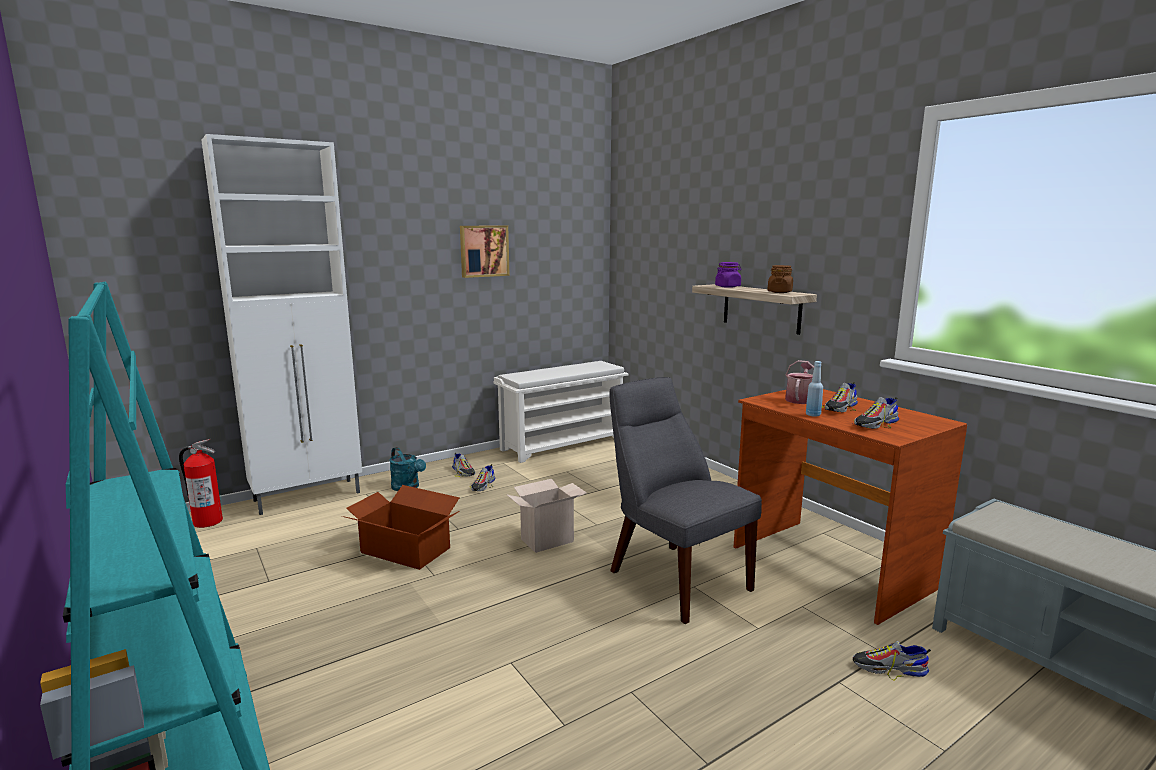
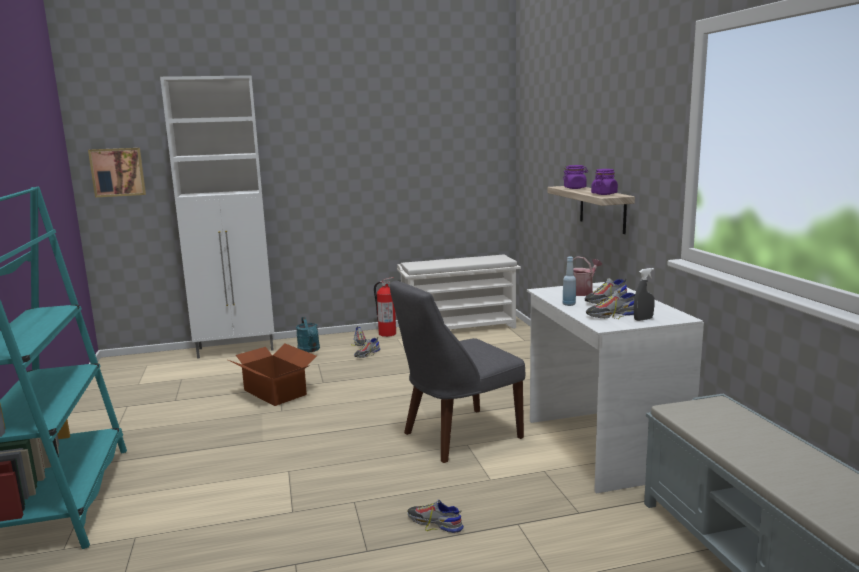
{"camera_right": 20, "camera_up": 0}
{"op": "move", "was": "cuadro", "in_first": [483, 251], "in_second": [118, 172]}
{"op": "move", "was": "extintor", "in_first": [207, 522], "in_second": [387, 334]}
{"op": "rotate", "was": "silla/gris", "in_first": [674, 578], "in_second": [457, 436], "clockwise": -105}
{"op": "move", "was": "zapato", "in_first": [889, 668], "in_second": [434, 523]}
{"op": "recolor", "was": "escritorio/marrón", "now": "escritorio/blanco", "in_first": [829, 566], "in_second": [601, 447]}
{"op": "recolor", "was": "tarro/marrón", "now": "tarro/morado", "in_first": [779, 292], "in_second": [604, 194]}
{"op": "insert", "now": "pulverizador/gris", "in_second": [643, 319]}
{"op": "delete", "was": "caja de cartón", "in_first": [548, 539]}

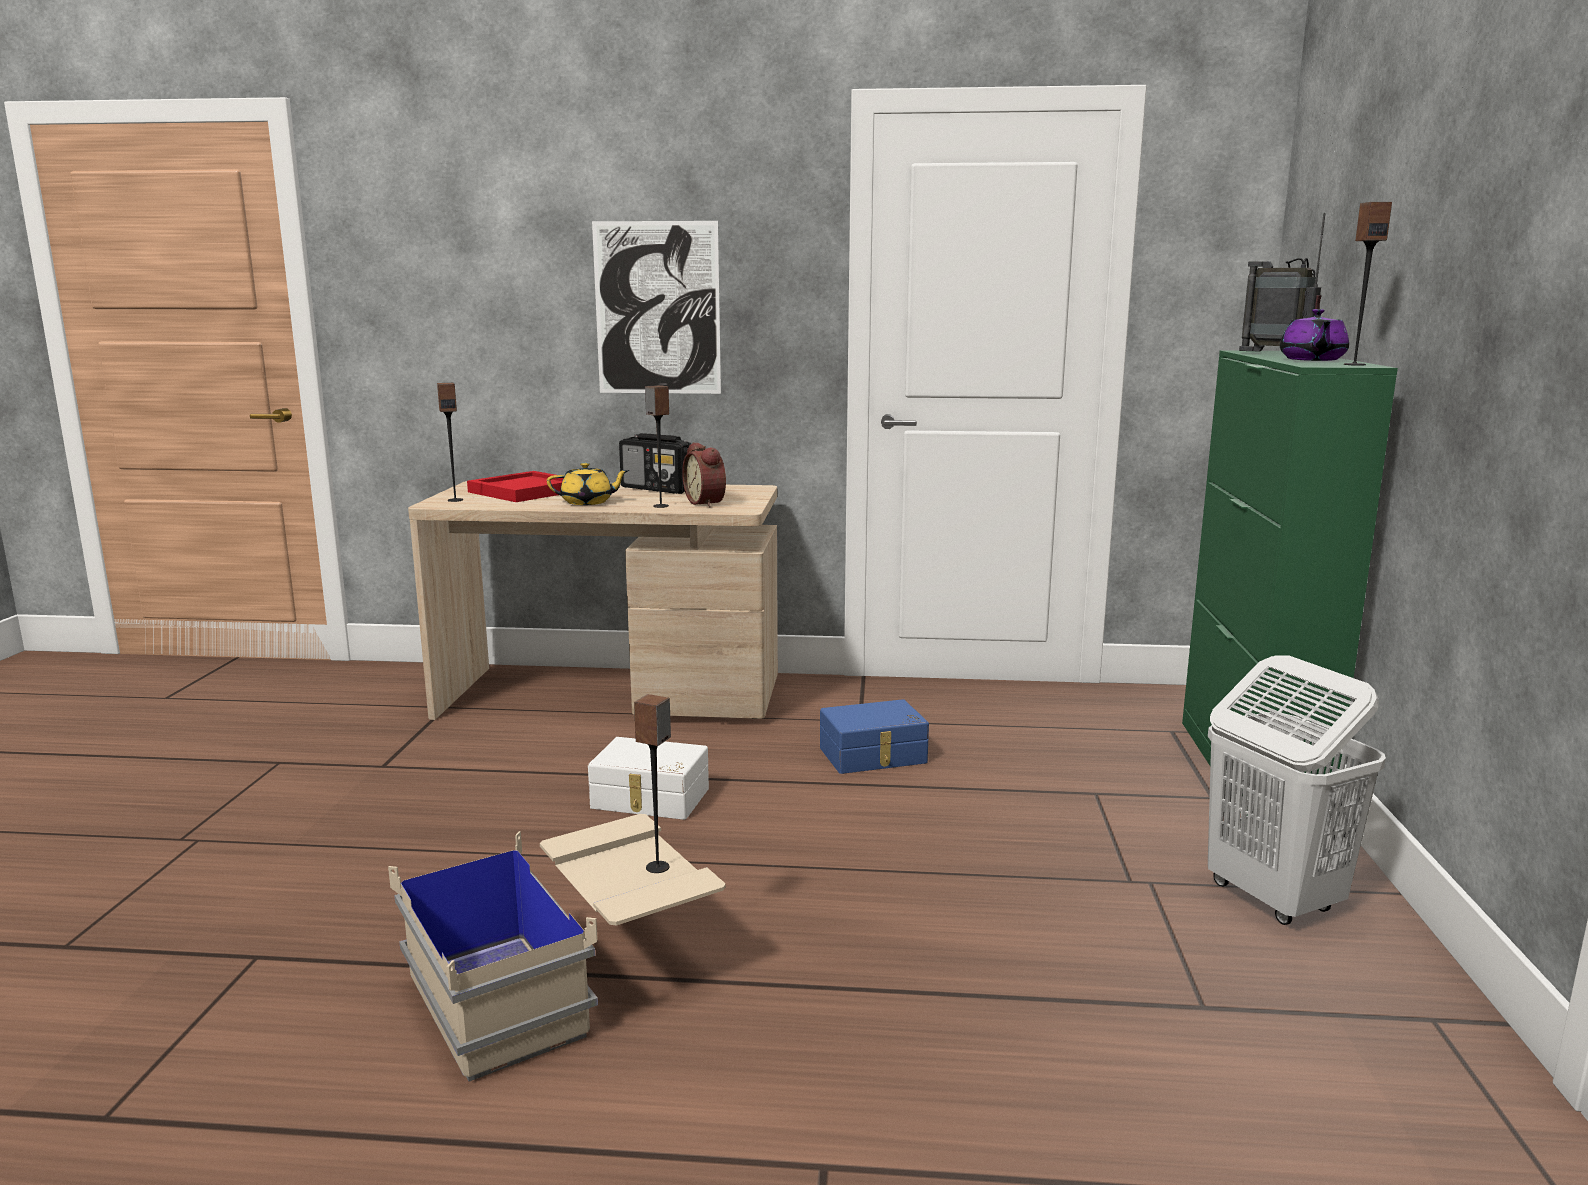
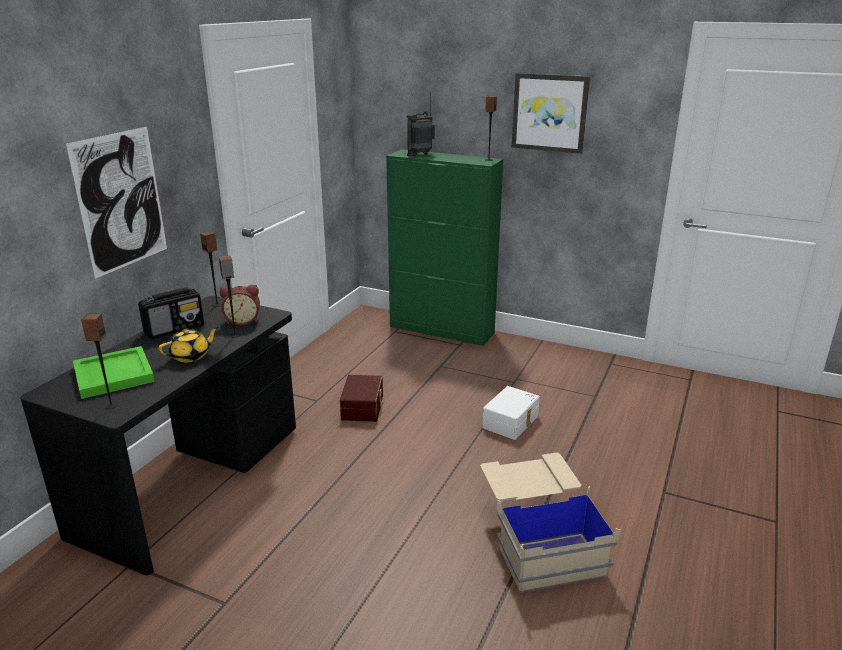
{"camera_right": -70, "camera_up": 10}
{"op": "recolor", "was": "escritorio/beis", "now": "escritorio/negro", "in_first": [611, 696], "in_second": [193, 480]}
{"op": "recolor", "was": "bandeja/rojo", "now": "bandeja/verde", "in_first": [527, 491], "in_second": [115, 374]}
{"op": "rotate", "was": "tetera/amarillo", "in_first": [588, 502], "in_second": [191, 356], "clockwise": 45}
{"op": "move", "was": "altavoz", "in_first": [658, 867], "in_second": [217, 304]}
{"op": "recolor", "was": "caja de almacenaje/azul", "now": "caja de almacenaje/marrón", "in_first": [874, 756], "in_second": [364, 407]}
{"op": "move", "was": "caja de almacenaje/blanco", "in_first": [649, 799], "in_second": [511, 422]}
{"op": "insert", "now": "cuadro", "in_second": [549, 112]}
{"op": "delete", "was": "cesto de la ropa/blanco", "in_first": [1271, 898]}
{"op": "delete", "was": "tetera/morado", "in_first": [1312, 360]}

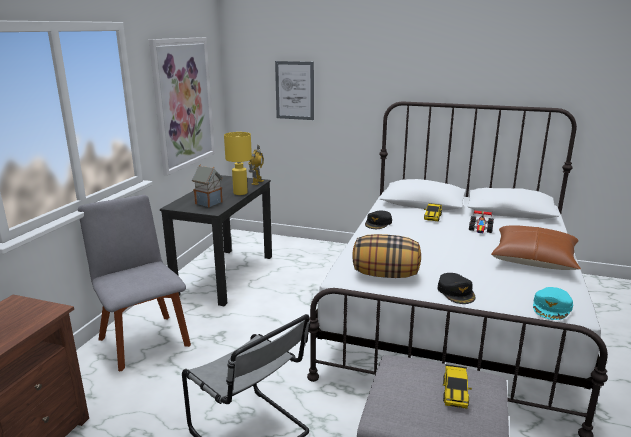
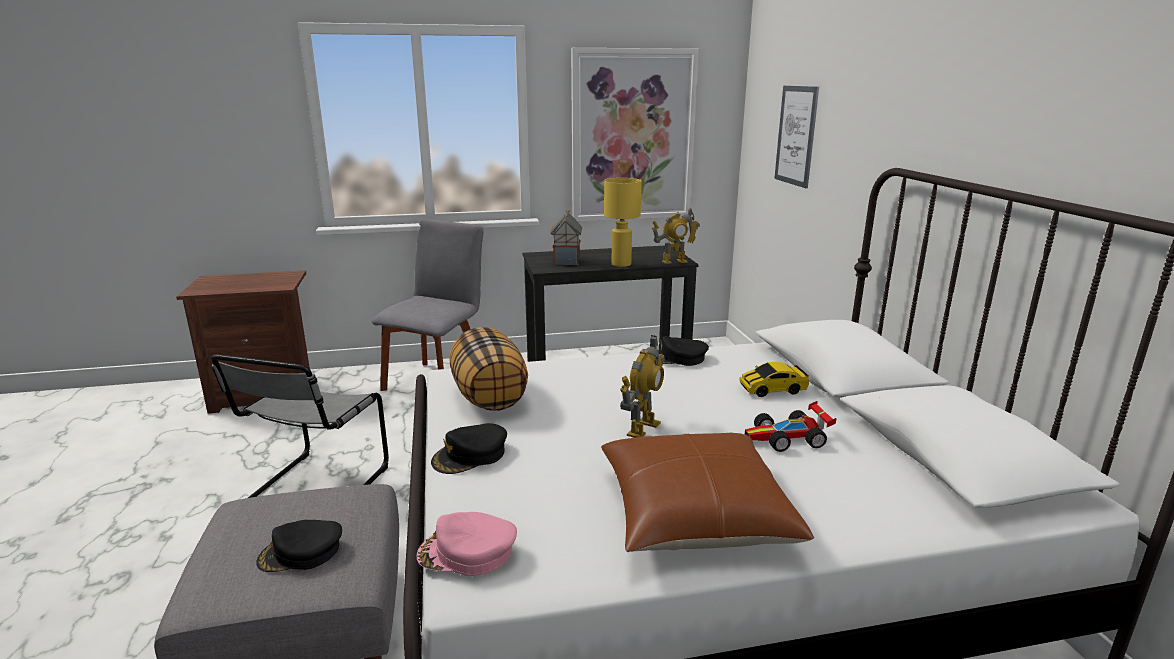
{"camera_right": 60, "camera_up": 0}
{"op": "replace", "was": "coche de juguete", "now": "gorra/negro", "in_first": [455, 393], "in_second": [301, 553]}
{"op": "recolor", "was": "gorra/turquesa", "now": "gorra/rosa", "in_first": [552, 308], "in_second": [467, 552]}
{"op": "insert", "now": "robot de juguete", "in_second": [642, 428]}

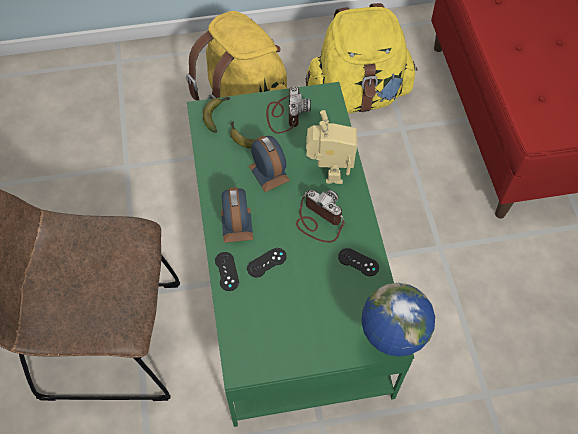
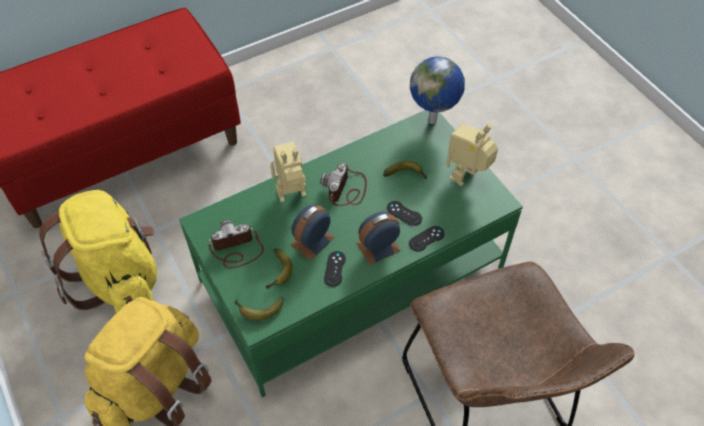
{"camera_right": -110, "camera_up": -5}
{"op": "move", "was": "mando de consola/negro", "in_first": [358, 262], "in_second": [335, 269]}
{"op": "insert", "now": "plátano", "in_second": [406, 174]}
{"op": "insert", "now": "robot de juguete", "in_second": [467, 177]}

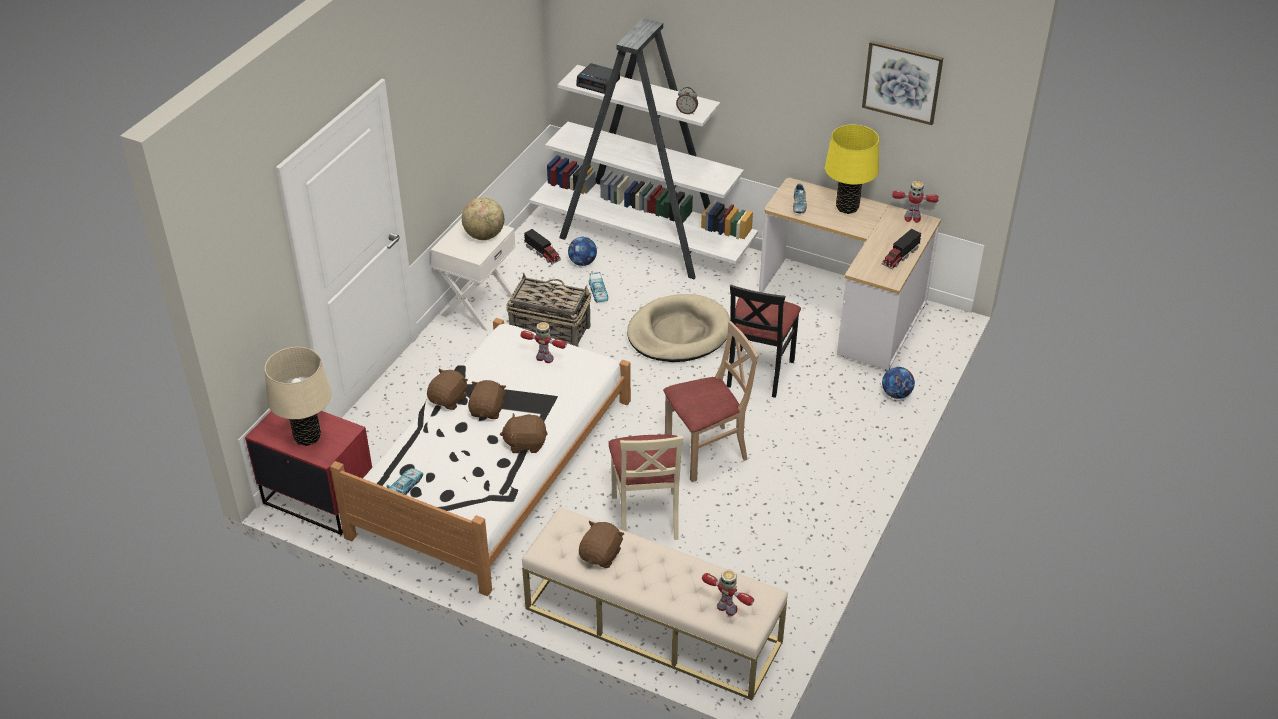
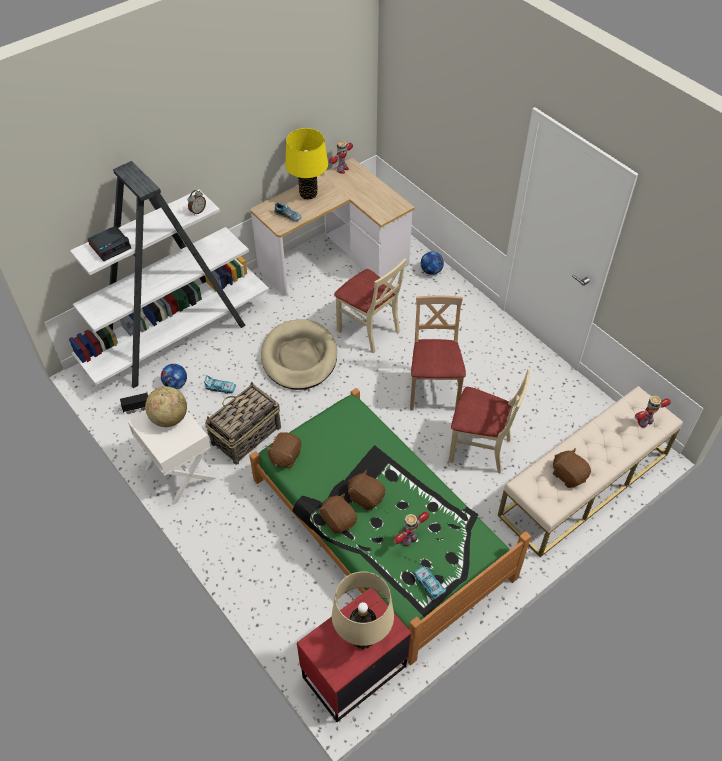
{"camera_right": -65, "camera_up": 10}
{"op": "recolor", "was": "cama/blanco", "now": "cama/verde", "in_first": [494, 466], "in_second": [380, 527]}
{"op": "move", "was": "peluche/marrón", "in_first": [525, 443], "in_second": [285, 457]}
{"op": "recolor", "was": "silla/negro", "now": "silla/beis", "in_first": [758, 372], "in_second": [369, 330]}
{"op": "move", "was": "robot de juguete", "in_first": [545, 359], "in_second": [409, 539]}
{"op": "delete", "was": "cuadro", "in_first": [902, 82]}
{"op": "delete", "was": "camión de juguete", "in_first": [900, 256]}

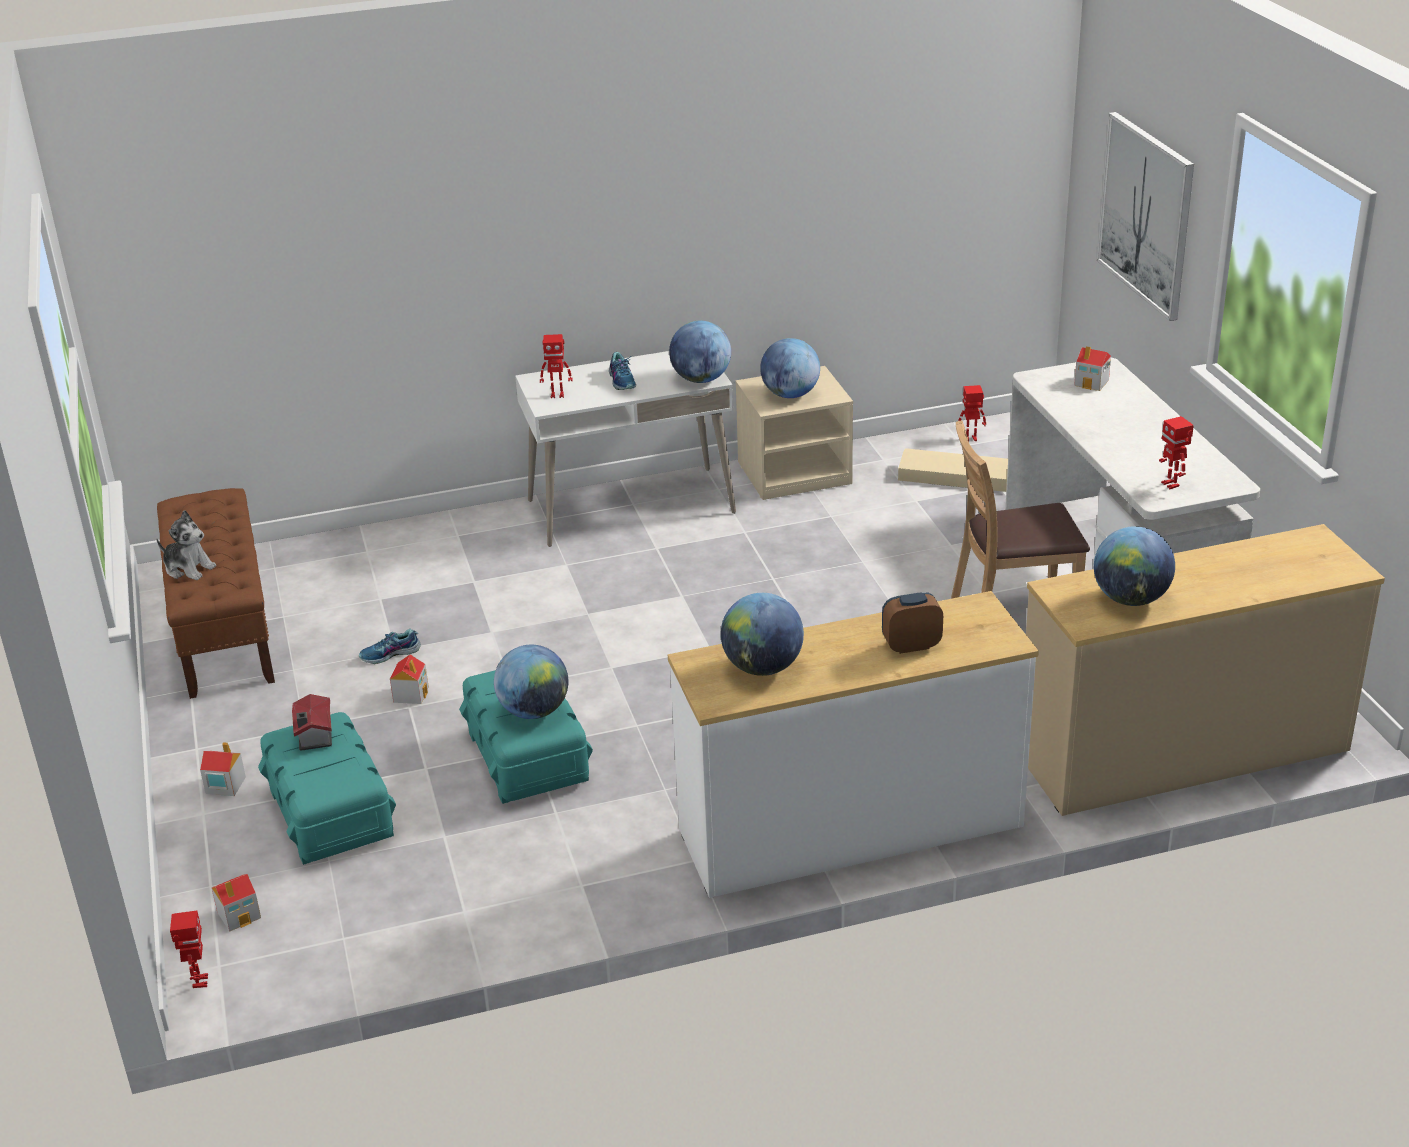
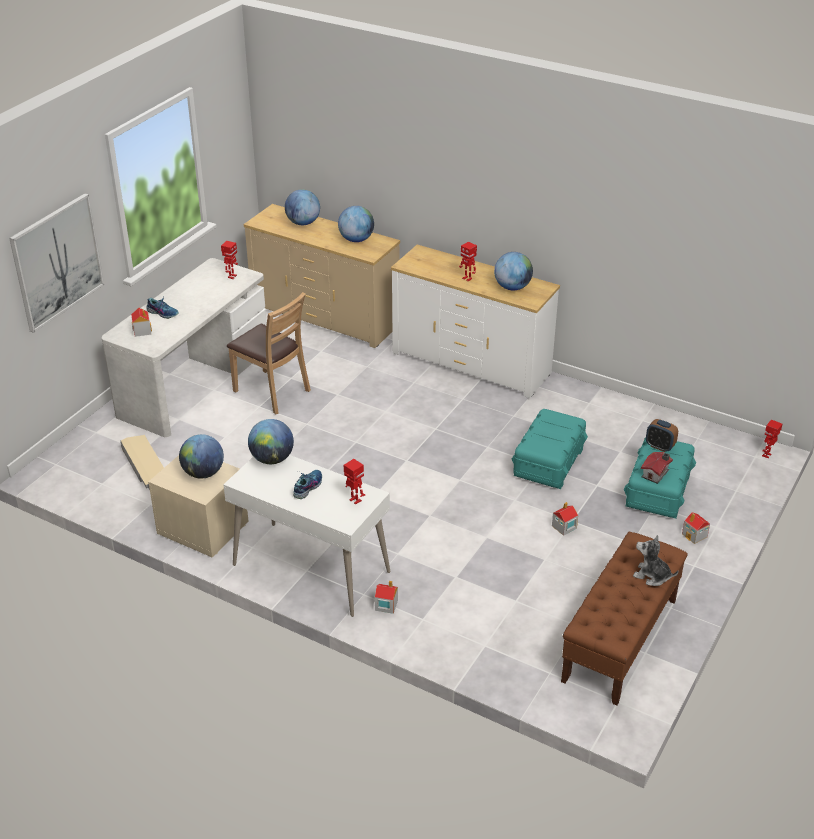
{"camera_right": -135, "camera_up": 5}
{"op": "move", "was": "zapato", "in_first": [390, 654], "in_second": [163, 313]}
{"op": "move", "was": "globo terráqueo", "in_first": [534, 711], "in_second": [303, 223]}
{"op": "move", "was": "casita", "in_first": [239, 915], "in_second": [386, 605]}
{"op": "move", "was": "robot de juguete", "in_first": [971, 439], "in_second": [467, 278]}
{"op": "rotate", "was": "peluche", "in_first": [188, 568], "in_second": [652, 576], "clockwise": -45}
{"op": "move", "was": "despertador", "in_first": [911, 645], "in_second": [660, 446]}

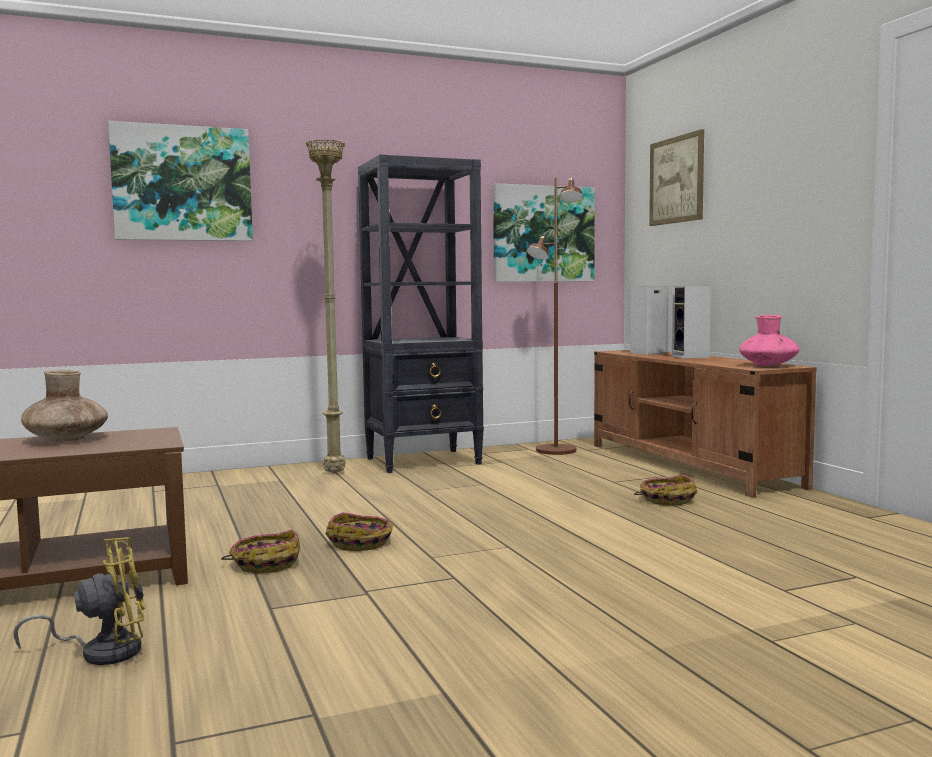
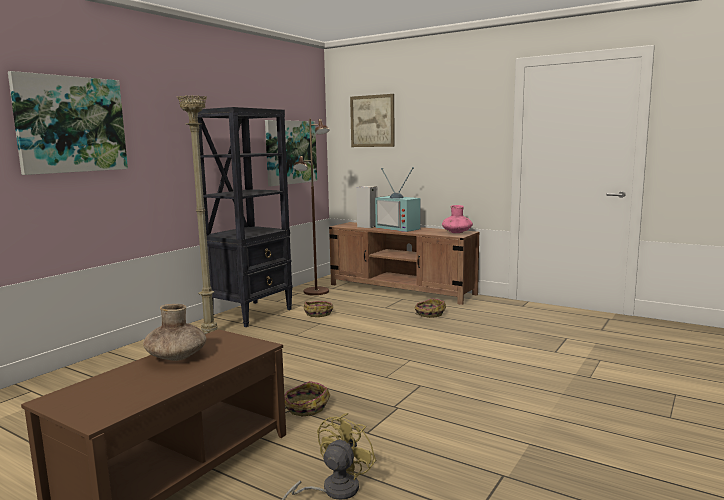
{"camera_right": -35, "camera_up": 5}
{"op": "move", "was": "cesta", "in_first": [361, 543], "in_second": [318, 313]}
{"op": "replace", "was": "altavoz", "now": "televisor", "in_first": [691, 357], "in_second": [399, 228]}

